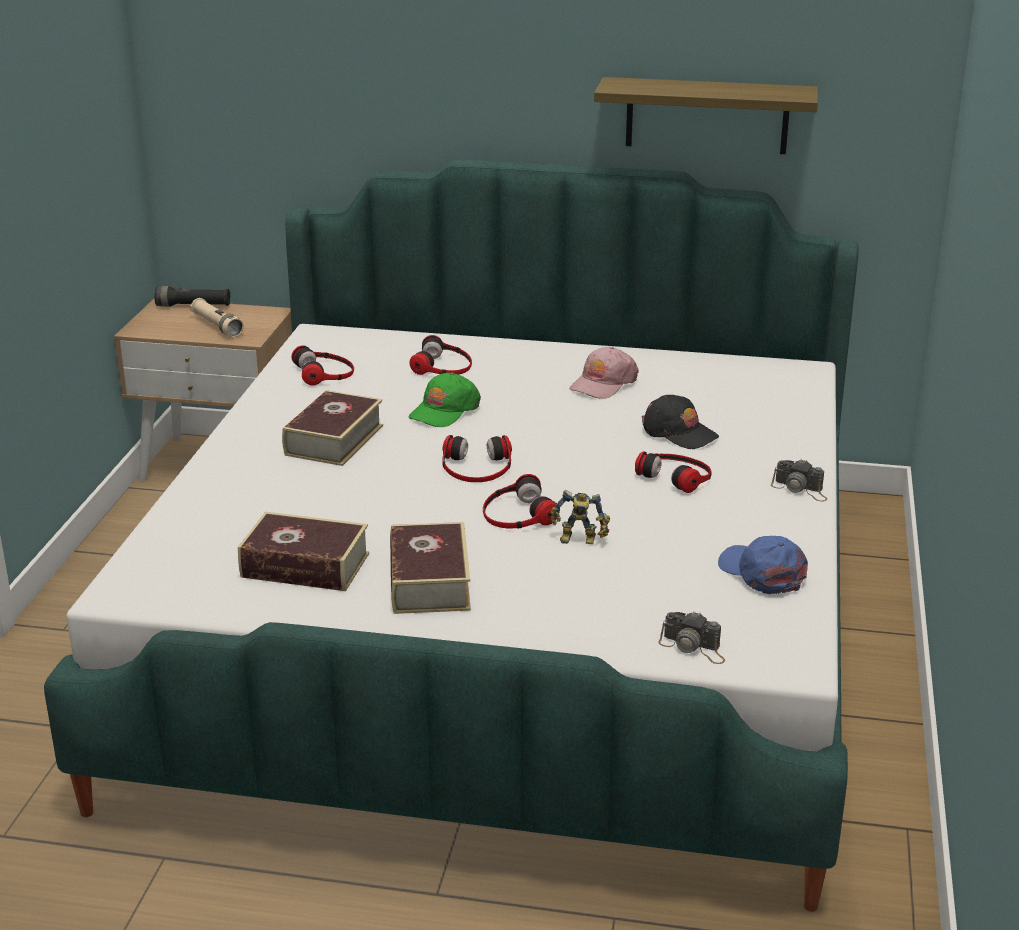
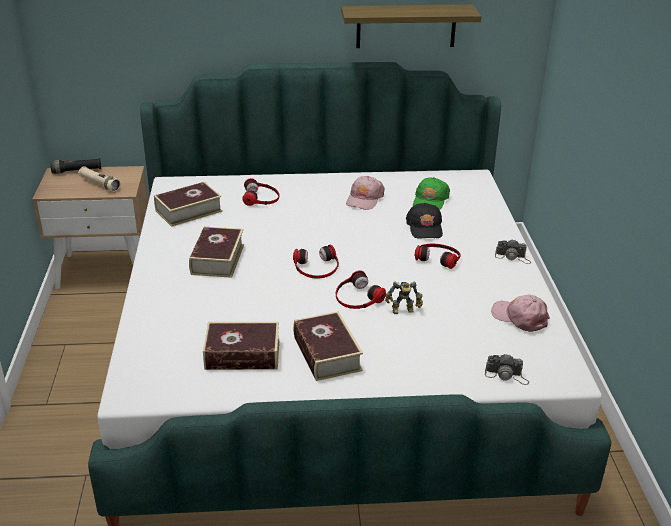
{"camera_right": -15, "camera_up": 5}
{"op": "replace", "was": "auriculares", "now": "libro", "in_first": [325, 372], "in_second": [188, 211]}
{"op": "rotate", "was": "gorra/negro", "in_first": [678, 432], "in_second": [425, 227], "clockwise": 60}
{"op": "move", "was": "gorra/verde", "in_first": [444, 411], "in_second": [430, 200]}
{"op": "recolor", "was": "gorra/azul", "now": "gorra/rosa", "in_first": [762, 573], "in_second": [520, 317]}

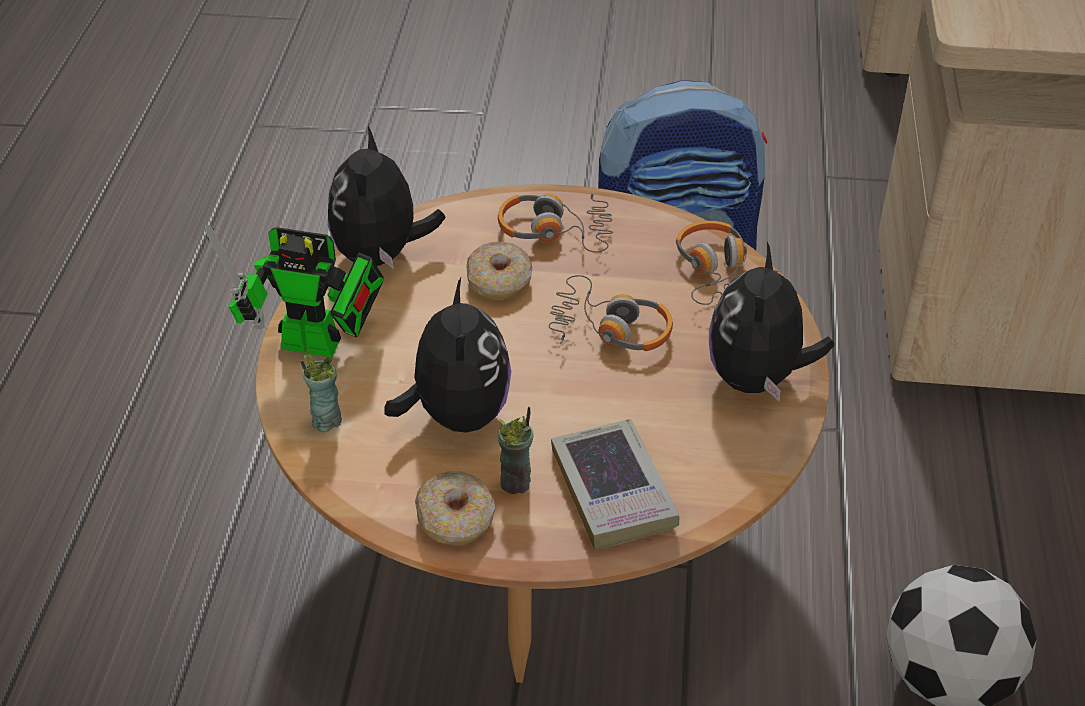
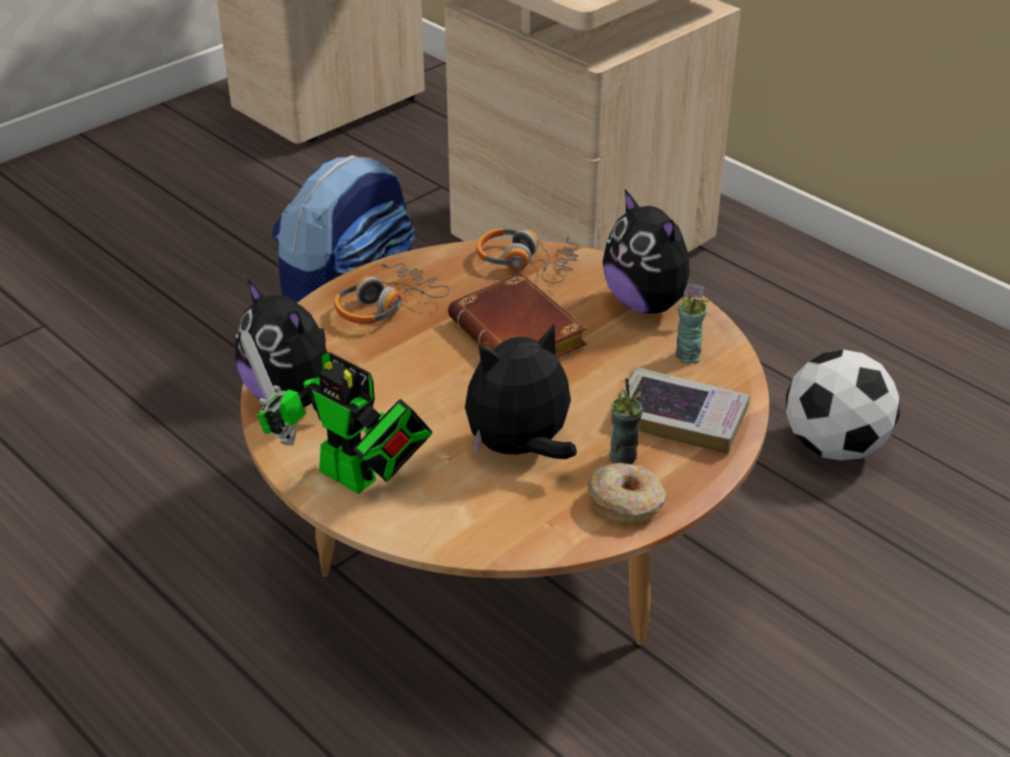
{"camera_right": -50, "camera_up": -5}
{"op": "rotate", "was": "robot de juguete", "in_first": [320, 346], "in_second": [355, 480], "clockwise": 75}
{"op": "replace", "was": "auriculares", "now": "libro/marrón", "in_first": [610, 329], "in_second": [522, 336]}
{"op": "rotate", "was": "peluche", "in_first": [456, 415], "in_second": [520, 449], "clockwise": -60}
{"op": "move", "was": "taza", "in_first": [326, 420], "in_second": [687, 356]}
{"op": "delete", "was": "rosquilla", "in_first": [499, 281]}

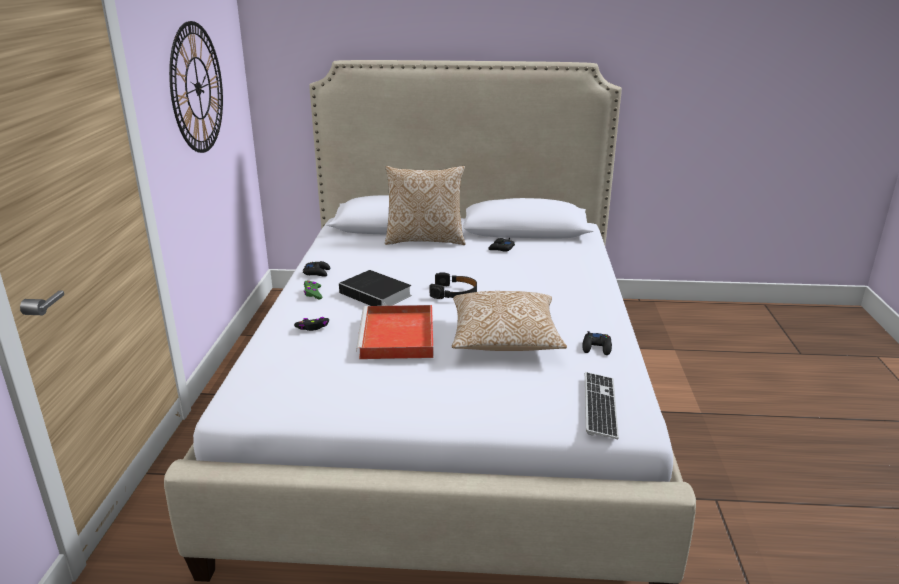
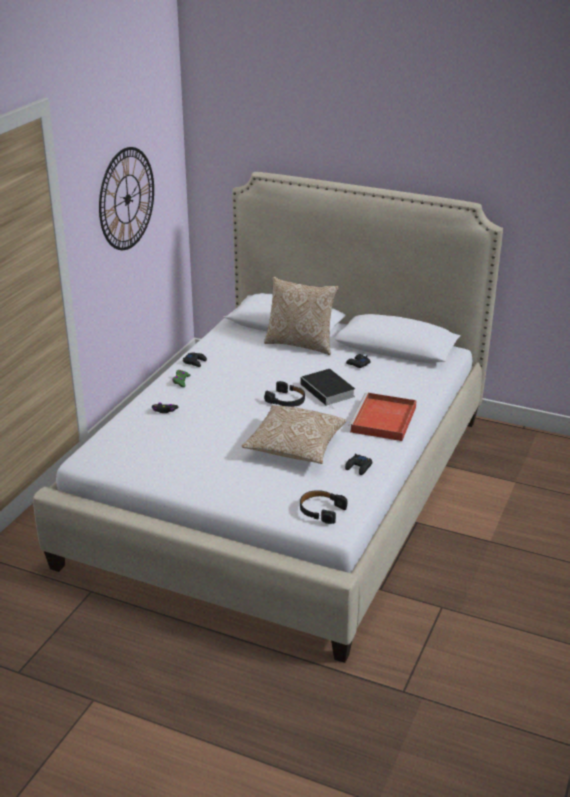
{"camera_right": 20, "camera_up": 5}
{"op": "replace", "was": "teclado", "now": "auriculares/negro", "in_first": [600, 406], "in_second": [321, 510]}
{"op": "move", "was": "libro", "in_first": [377, 294], "in_second": [329, 391]}
{"op": "move", "was": "bandeja/rojo", "in_first": [398, 337], "in_second": [383, 420]}

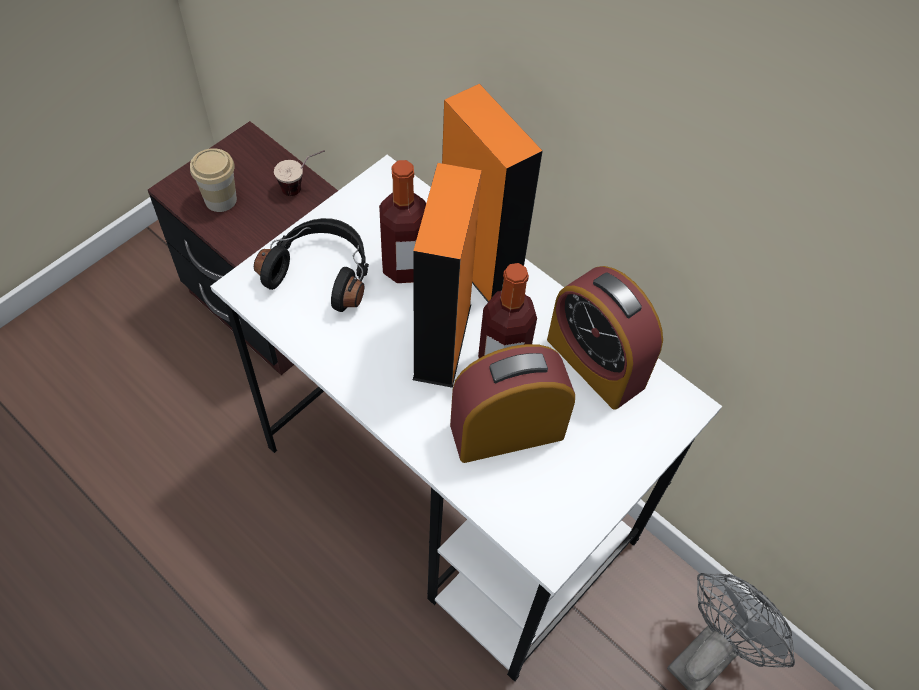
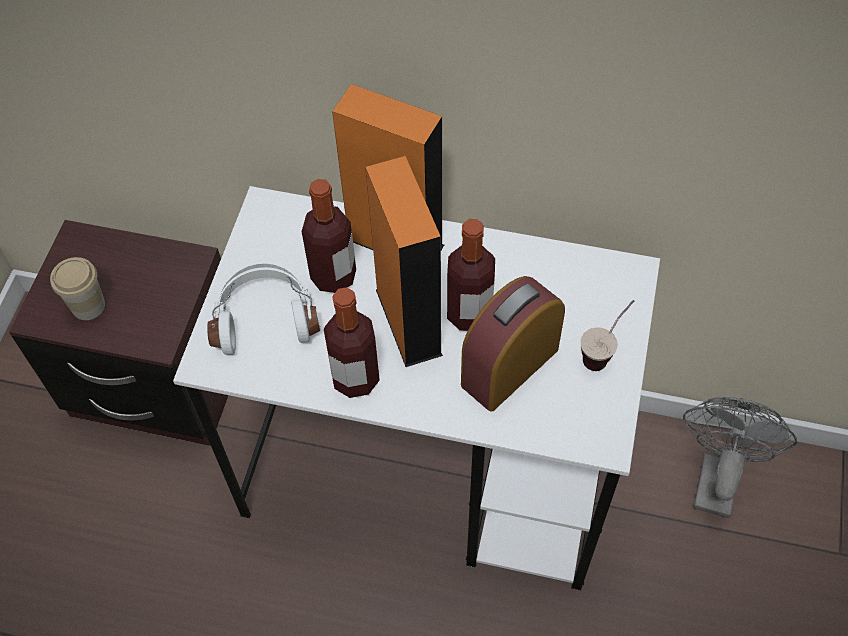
{"camera_right": -25, "camera_up": 0}
{"op": "recolor", "was": "auriculares/negro", "now": "auriculares/blanco", "in_first": [321, 272], "in_second": [264, 317]}
{"op": "insert", "now": "botella", "in_second": [355, 378]}
{"op": "move", "was": "taza", "in_first": [303, 187], "in_second": [604, 351]}
{"op": "delete", "was": "despertador", "in_first": [595, 362]}

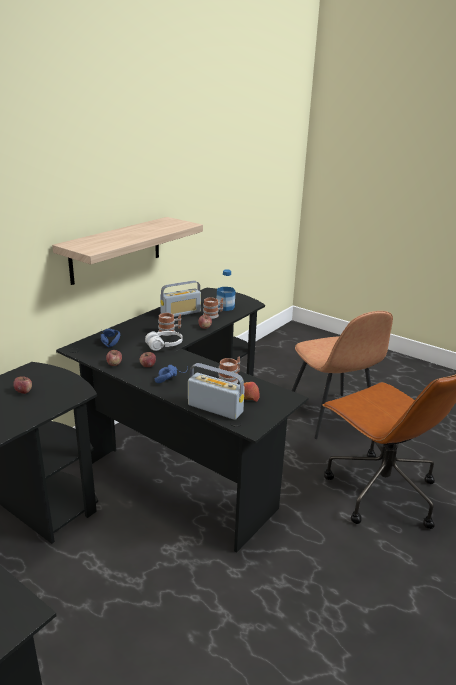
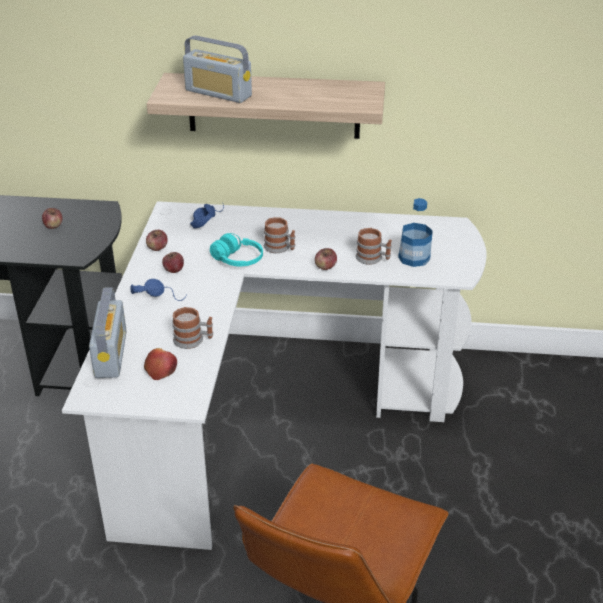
{"camera_right": 60, "camera_up": 10}
{"op": "recolor", "was": "escritorio/negro", "now": "escritorio/blanco", "in_first": [185, 445], "in_second": [268, 410]}
{"op": "move", "was": "radio", "in_first": [181, 313], "in_second": [218, 93]}
{"op": "recolor", "was": "auriculares/blanco", "now": "auriculares/turquesa", "in_first": [164, 345], "in_second": [237, 260]}
{"op": "delete", "was": "silla/marrón", "in_first": [330, 417]}

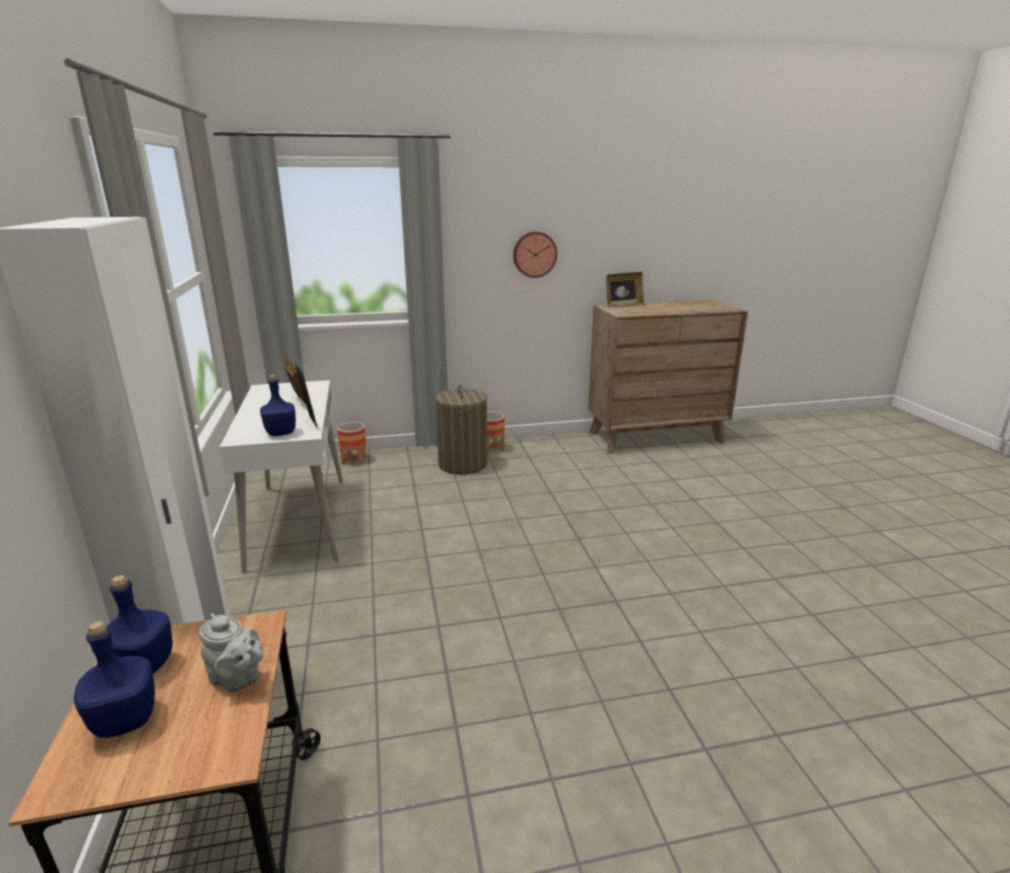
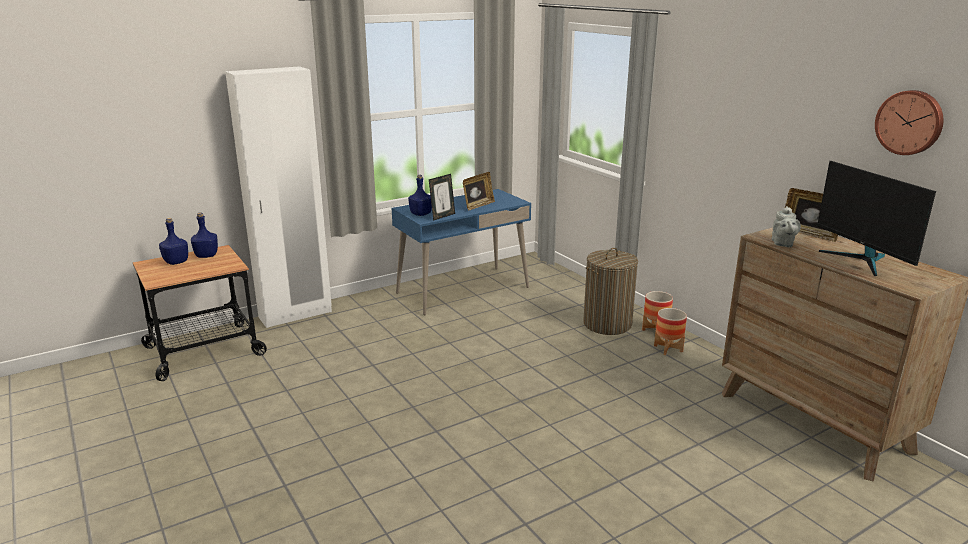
{"camera_right": 70, "camera_up": 0}
{"op": "recolor", "was": "escritorio/blanco", "now": "escritorio/azul", "in_first": [298, 521], "in_second": [462, 290]}
{"op": "move", "was": "maceta", "in_first": [354, 460], "in_second": [668, 349]}
{"op": "move", "was": "tetera/gris", "in_first": [237, 679], "in_second": [782, 244]}
{"op": "insert", "now": "monitor", "in_second": [862, 260]}
{"op": "move", "was": "reloj de pared", "in_first": [534, 254], "in_second": [910, 122]}

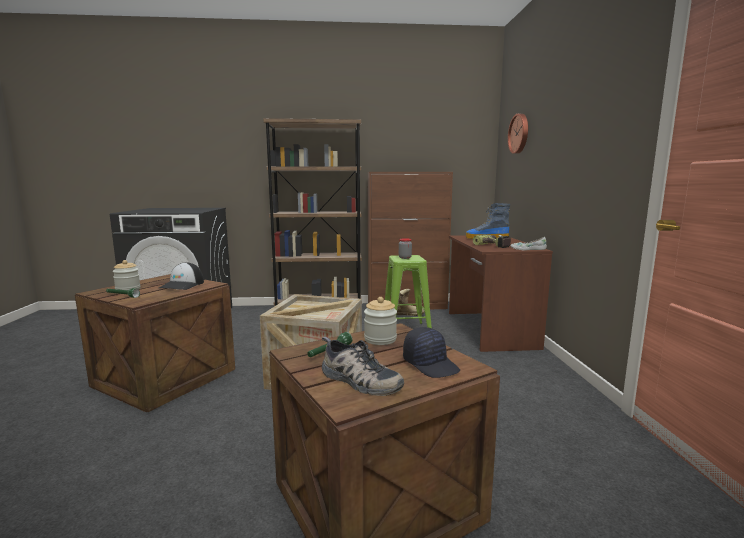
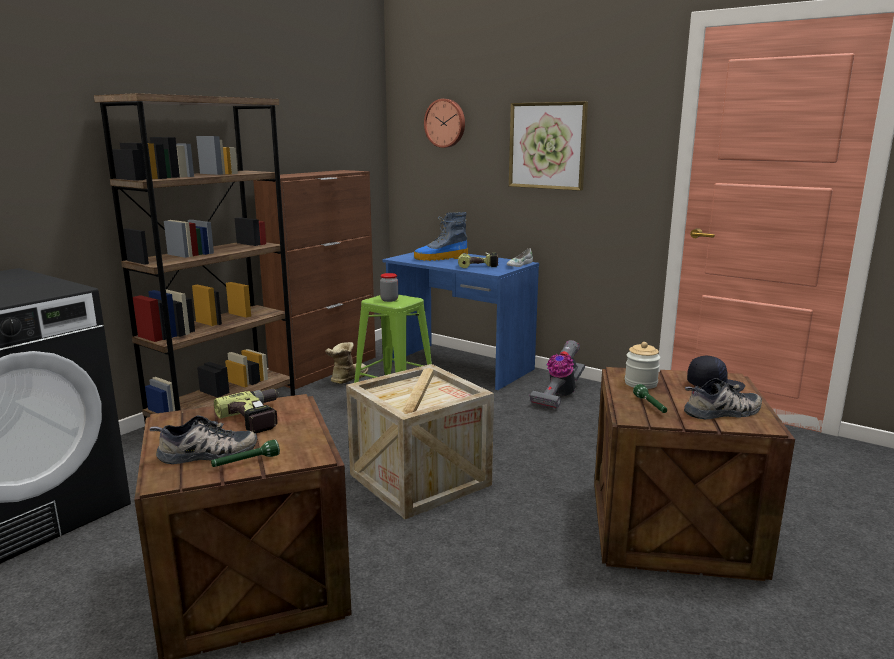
{"camera_right": -50, "camera_up": 5}
{"op": "replace", "was": "tarro", "now": "zapato", "in_first": [128, 289], "in_second": [206, 454]}
{"op": "replace", "was": "gorra", "now": "taladro", "in_first": [182, 285], "in_second": [259, 418]}
{"op": "recolor", "was": "escritorio/marrón", "now": "escritorio/azul", "in_first": [489, 329], "in_second": [459, 366]}
{"op": "insert", "now": "cuadro", "in_second": [547, 146]}
{"op": "insert", "now": "aspiradora", "in_second": [559, 395]}

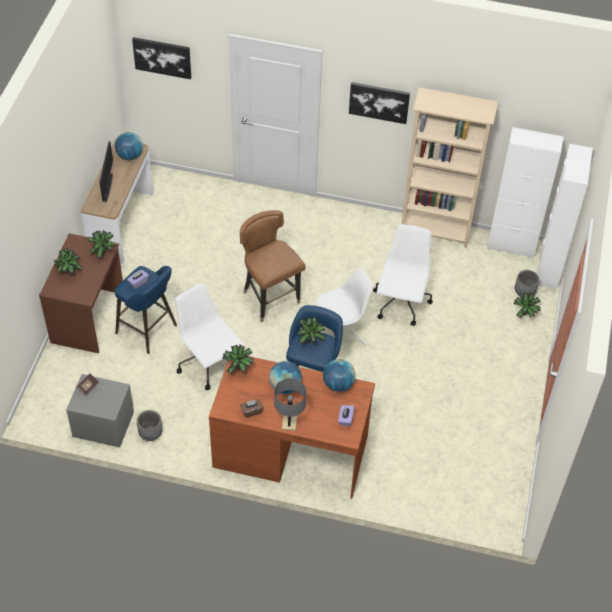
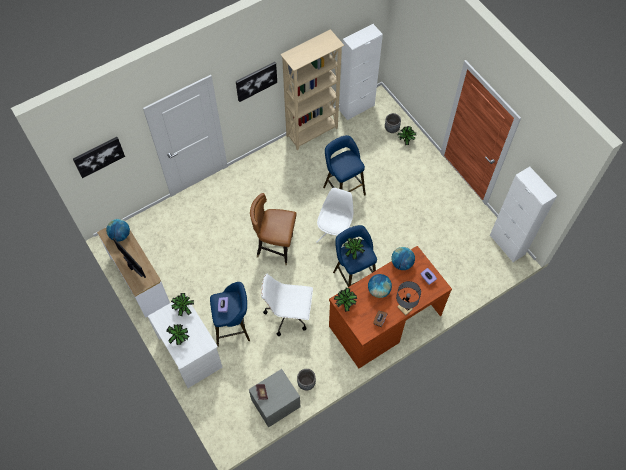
{"camera_right": -45, "camera_up": 10}
{"op": "recolor", "was": "escritorio/marrón", "now": "escritorio/blanco", "in_first": [89, 318], "in_second": [191, 352]}
{"op": "replace", "was": "silla de oficina/blanco", "now": "taburete/azul", "in_first": [401, 304], "in_second": [342, 189]}
{"op": "move", "was": "armario/blanco", "in_first": [549, 268], "in_second": [507, 244]}

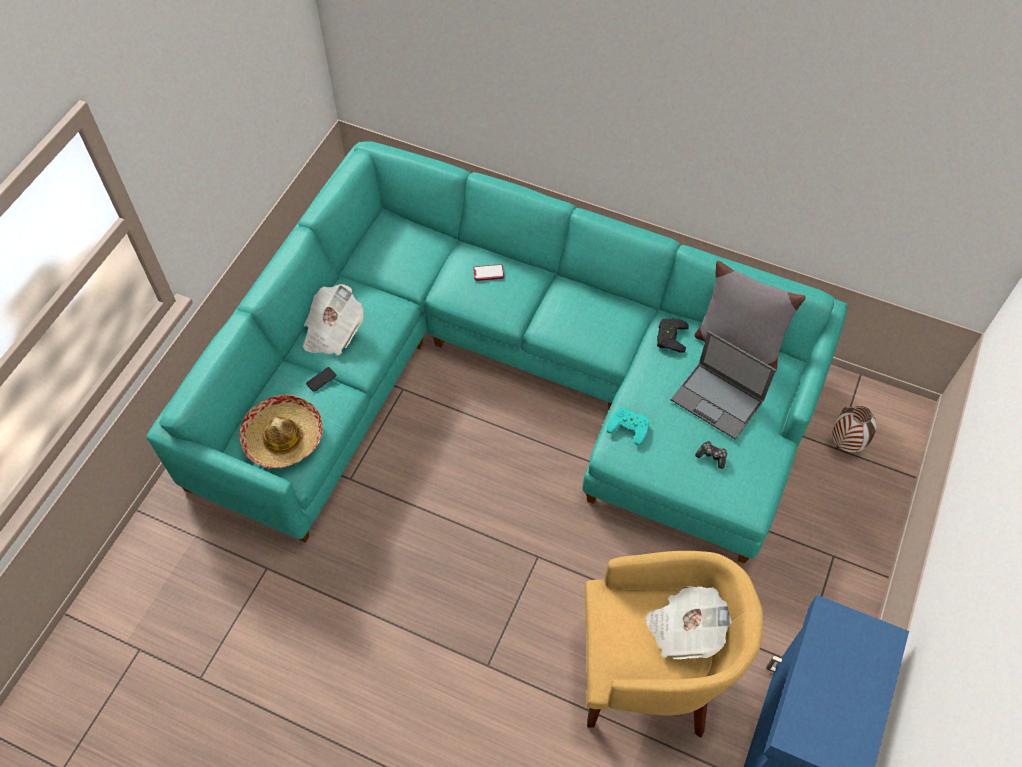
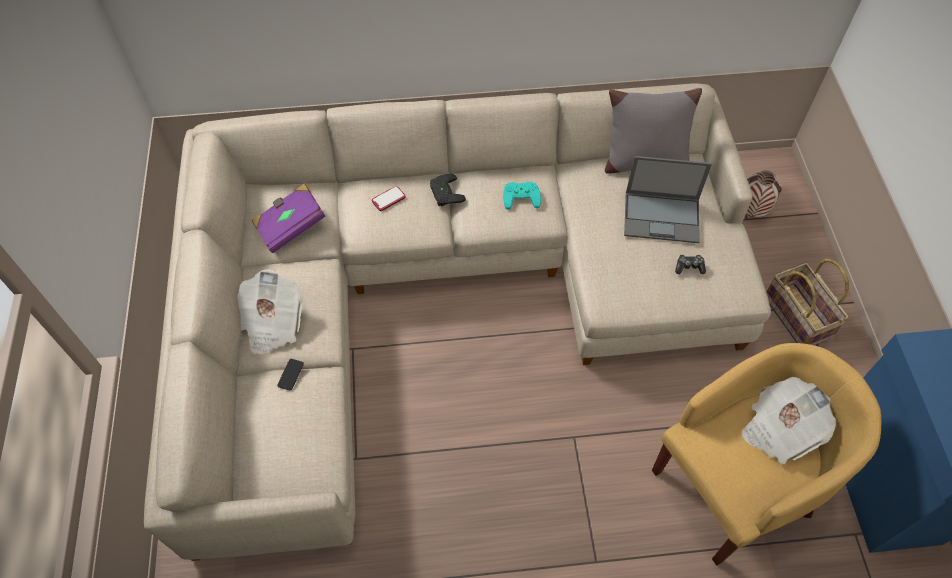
{"camera_right": -30, "camera_up": 0}
{"op": "recolor", "was": "sofá/turquesa", "now": "sofá/beis", "in_first": [505, 377], "in_second": [440, 292]}
{"op": "insert", "now": "libro/morado", "in_second": [290, 226]}
{"op": "move", "was": "mando de consola/negro", "in_first": [669, 336], "in_second": [444, 193]}
{"op": "move", "was": "mando de consola/turquesa", "in_first": [630, 425], "in_second": [521, 195]}
{"op": "insert", "now": "cesta", "in_second": [798, 317]}
{"op": "delete", "was": "sombrero", "in_first": [283, 437]}

